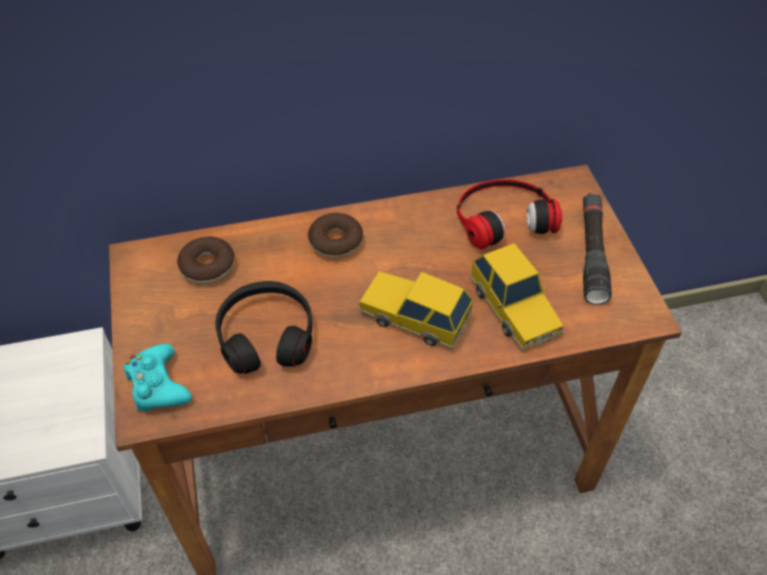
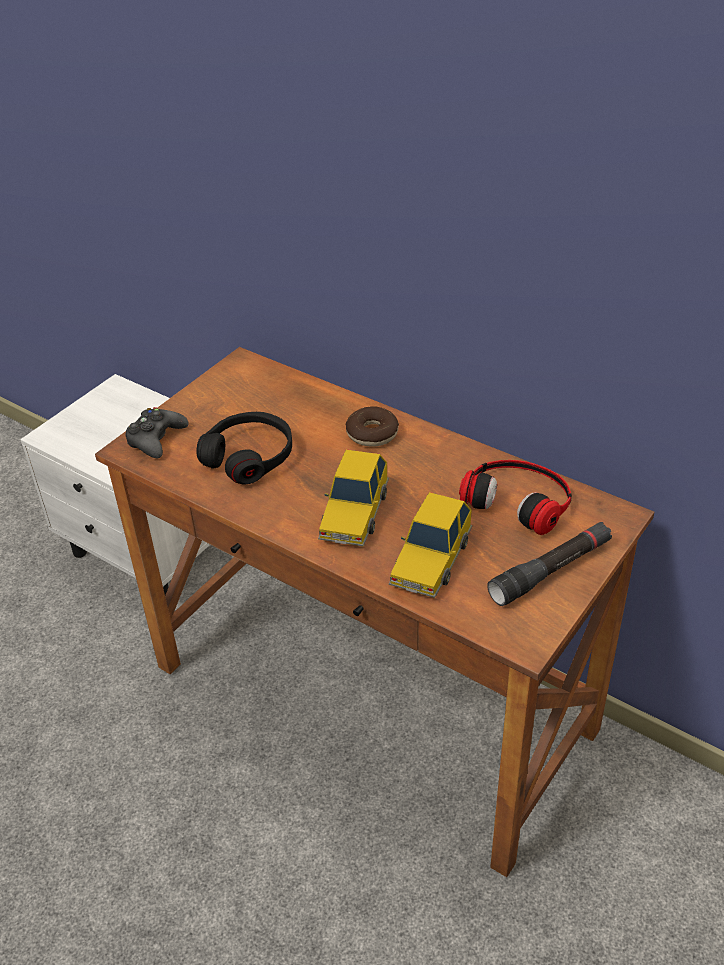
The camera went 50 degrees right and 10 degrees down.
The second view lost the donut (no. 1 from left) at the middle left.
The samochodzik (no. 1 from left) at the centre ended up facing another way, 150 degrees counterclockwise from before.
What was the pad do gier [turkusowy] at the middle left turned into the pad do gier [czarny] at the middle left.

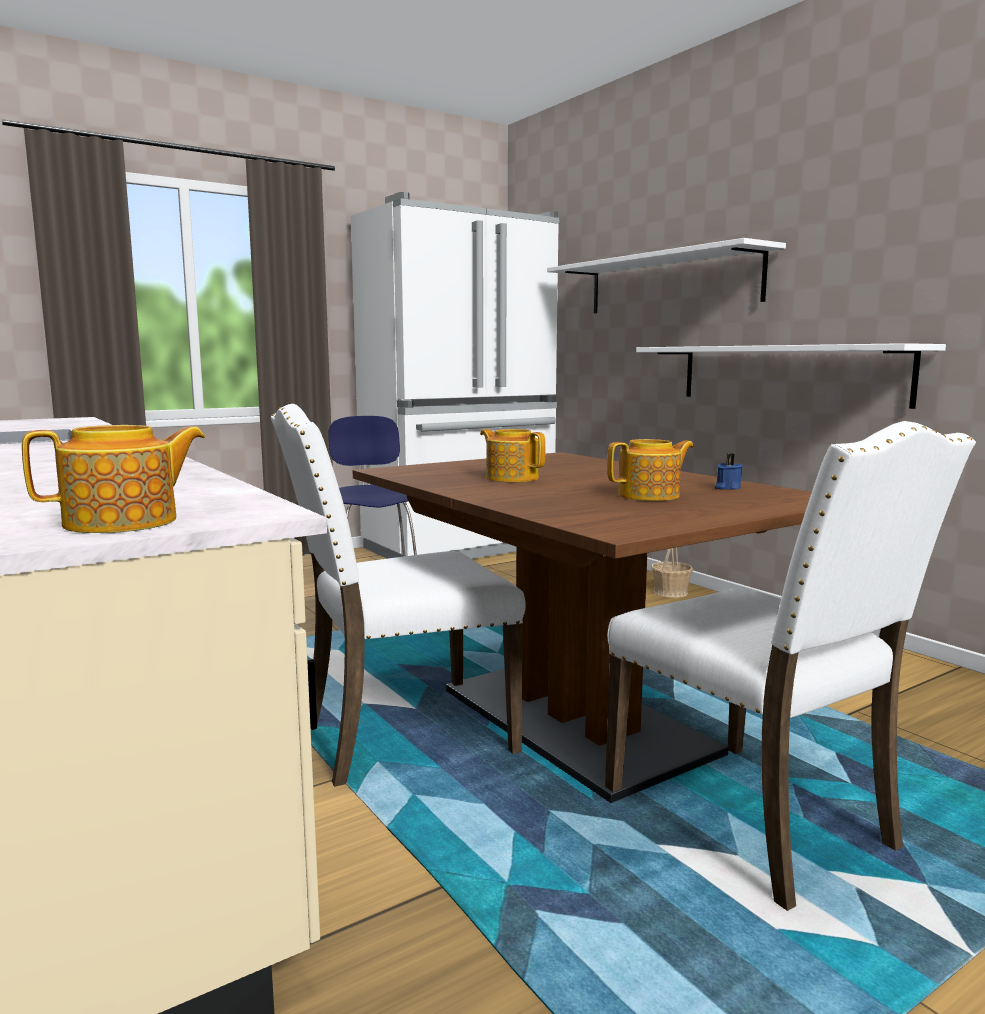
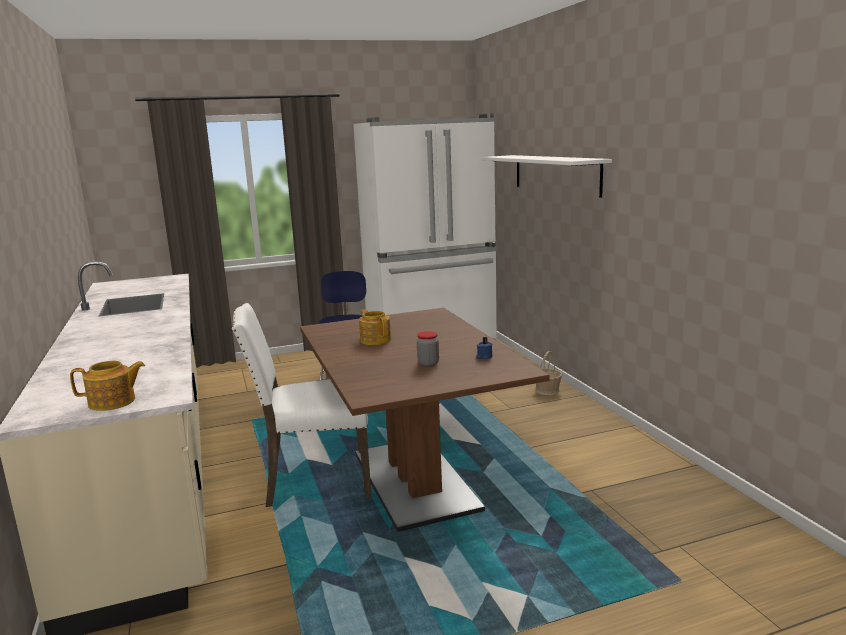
The camera went 15 degrees right and 5 degrees up.
The second view lost the półka [biały] (no. 2 from left) at the middle right.
The second view lost the krzesło [biały] (no. 2 from left) at the middle right.
Where the imbryk (no. 3 from left) stood at the centre, the słoik came to stand at the centre.

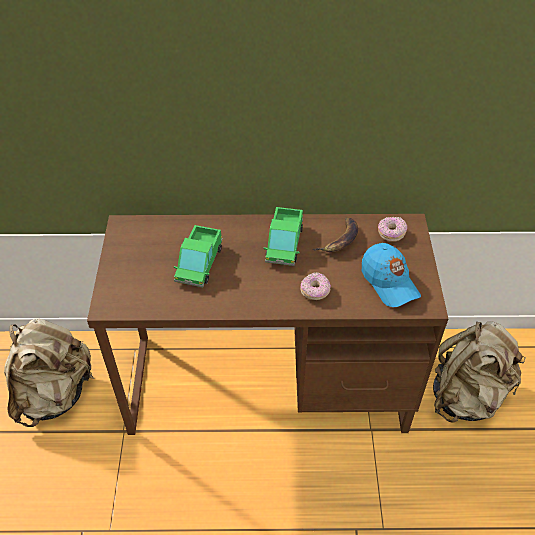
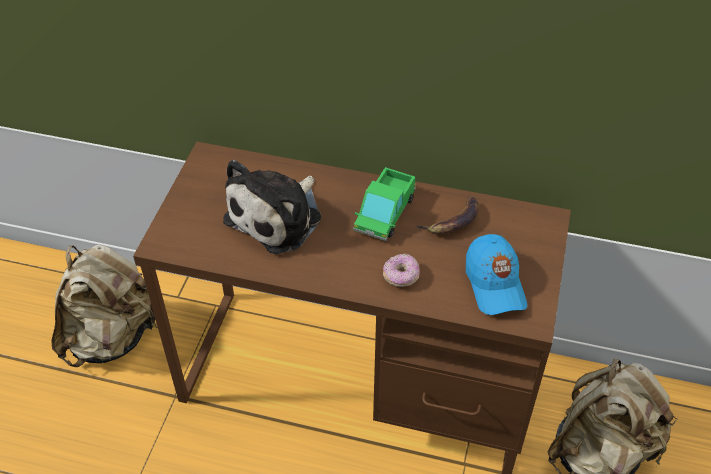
The camera went 15 degrees right and 0 degrees up.
The second view lost the donut (no. 2 from left) at the middle right.
Where the ciężarówka zabawkowa (no. 1 from left) stood at the centre, the pluszak came to stand at the centre.

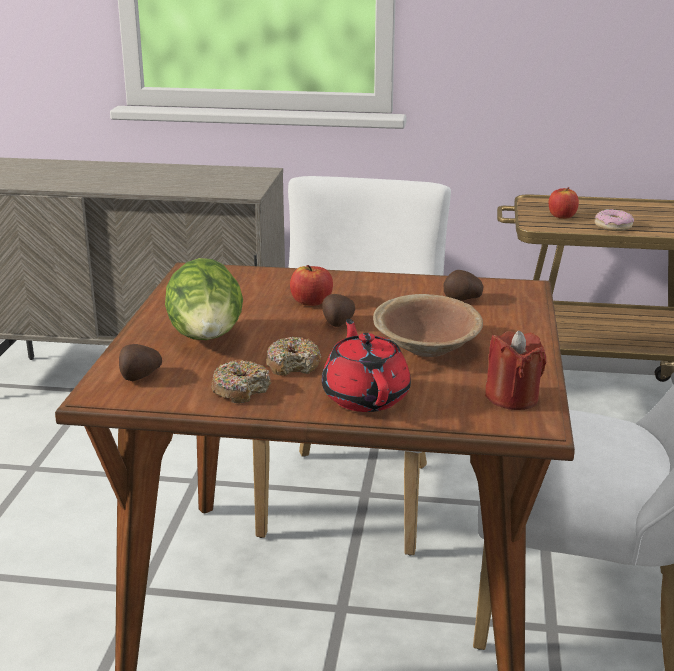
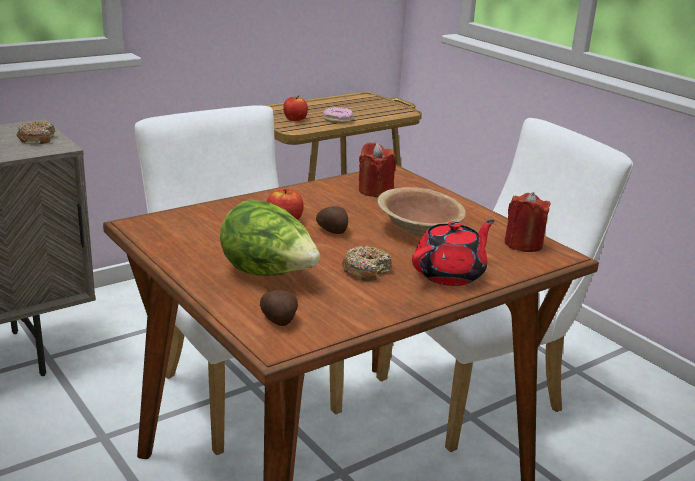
The camera went 45 degrees left and 0 degrees up.
Where the ziemniak (no. 3 from left) stood at the middle right, the świeca [czerwony] (no. 1 from left) came to stand at the centre.
The imbryk [czerwony] at the centre ended up facing another way, 105 degrees clockwise from before.
The donut (no. 1 from left) ended up elsewhere, having gone from the centre to the top left.

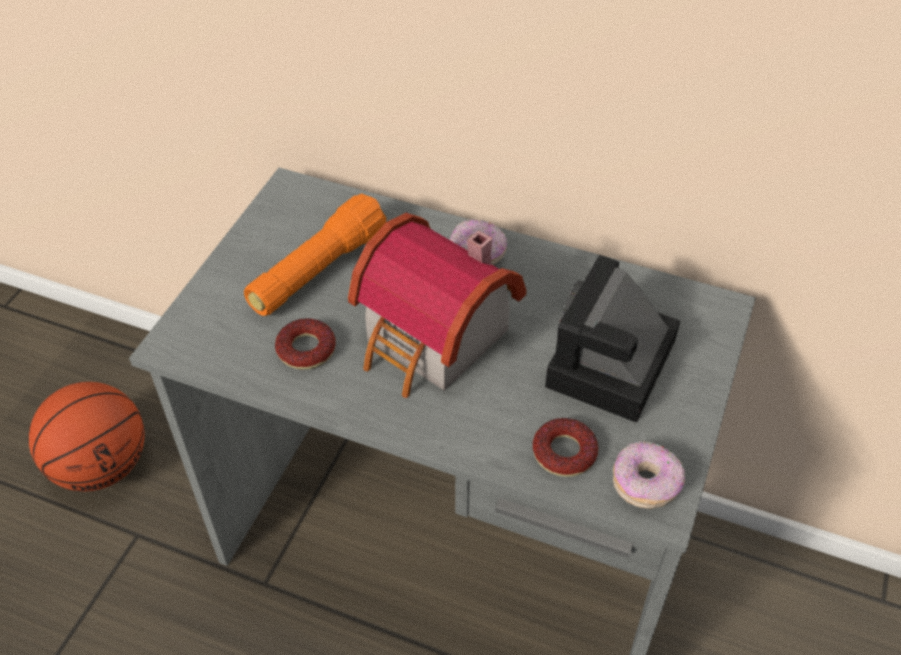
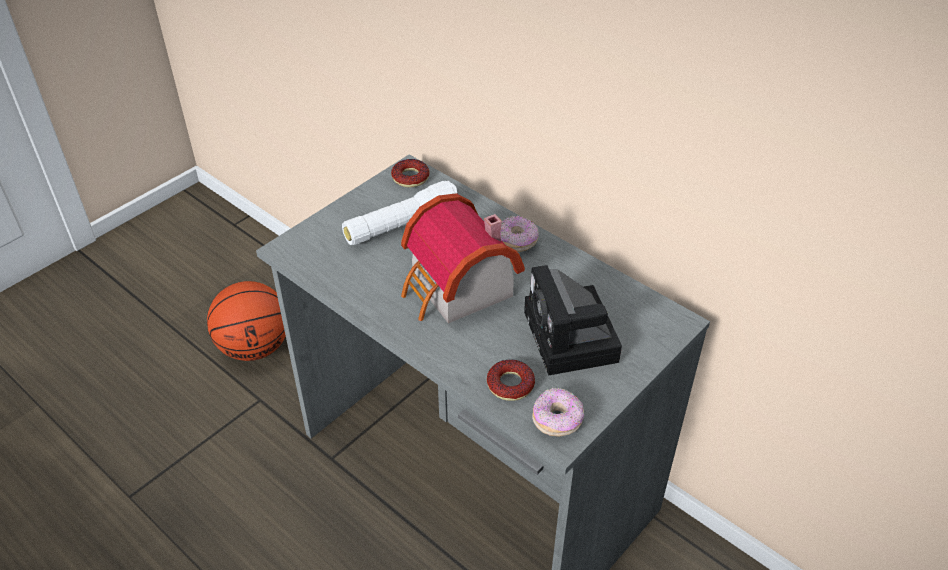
The camera went 20 degrees right and 5 degrees down.
What was the latarka [pomarańczowy] at the centre turned into the latarka [biały] at the centre.
The aparat fotograficzny at the middle right ended up facing another way, 60 degrees counterclockwise from before.
The donut (no. 1 from left) ended up elsewhere, having gone from the centre to the top centre.

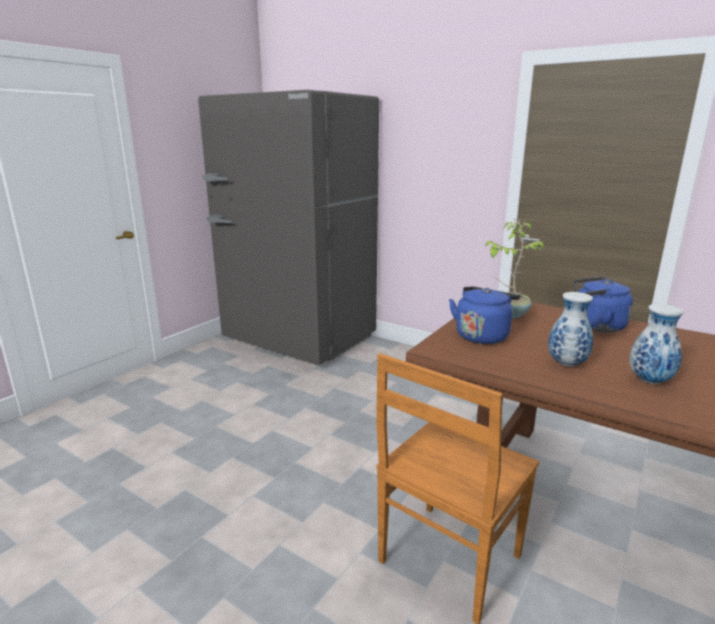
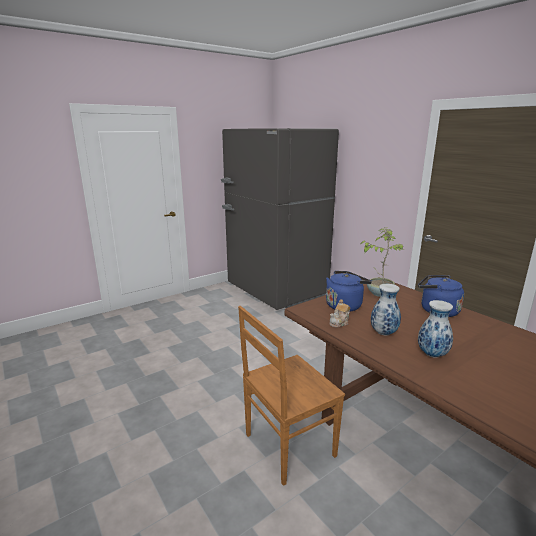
The camera went 20 degrees right and 0 degrees up.
The second view gained the imbryk at the centre.

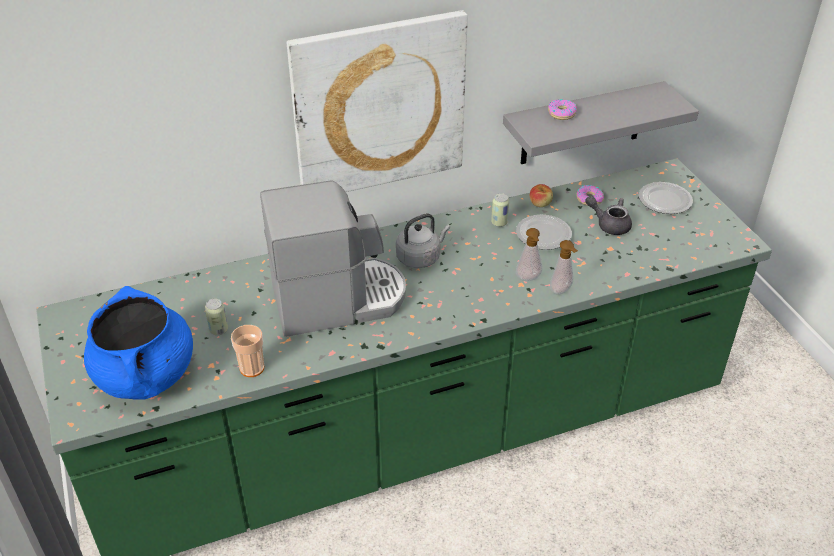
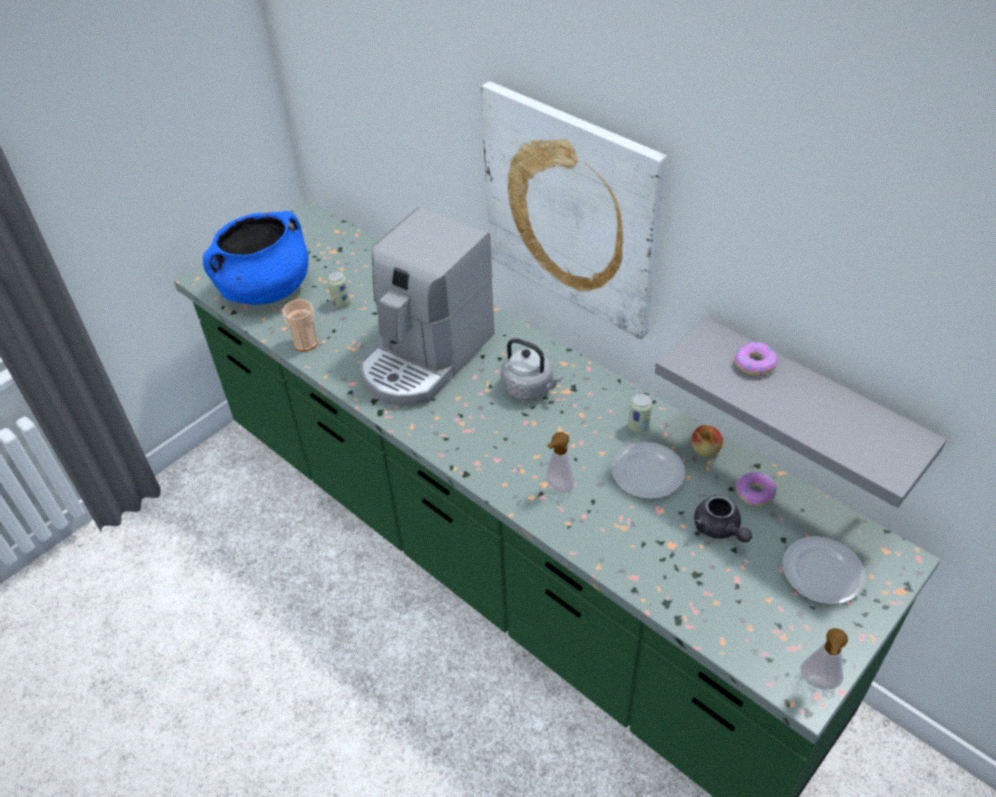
The camera went 65 degrees right and 5 degrees up.
The ekspres do kawy at the centre ended up facing another way, 75 degrees clockwise from before.
The imbryk [szary] at the middle right ended up facing another way, 150 degrees clockwise from before.
The dozownik mydła (no. 2 from left) ended up elsewhere, having gone from the middle right to the bottom right.

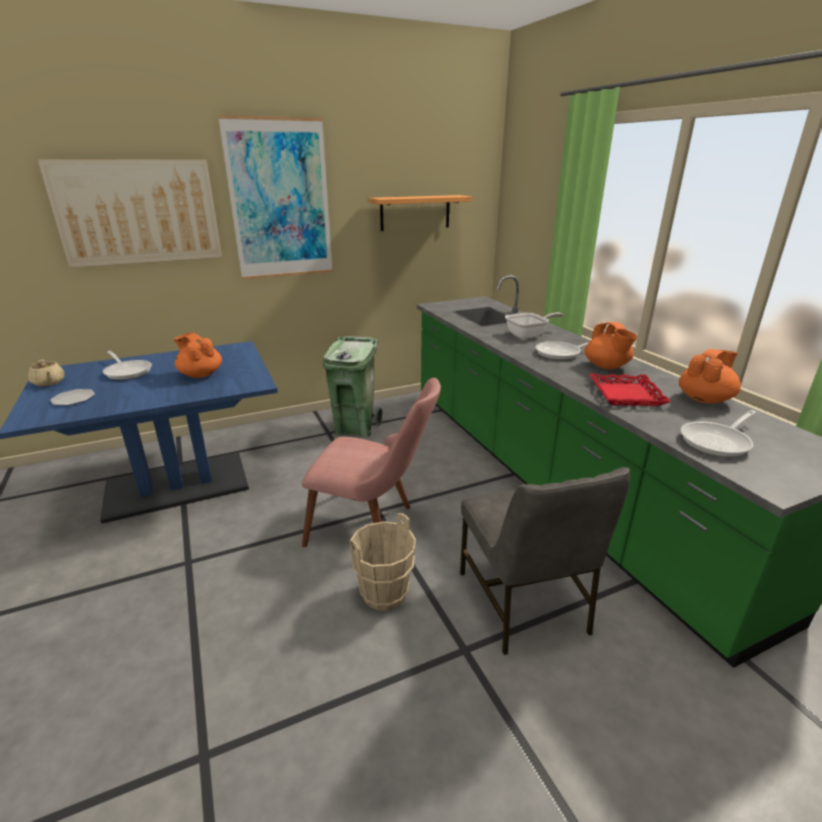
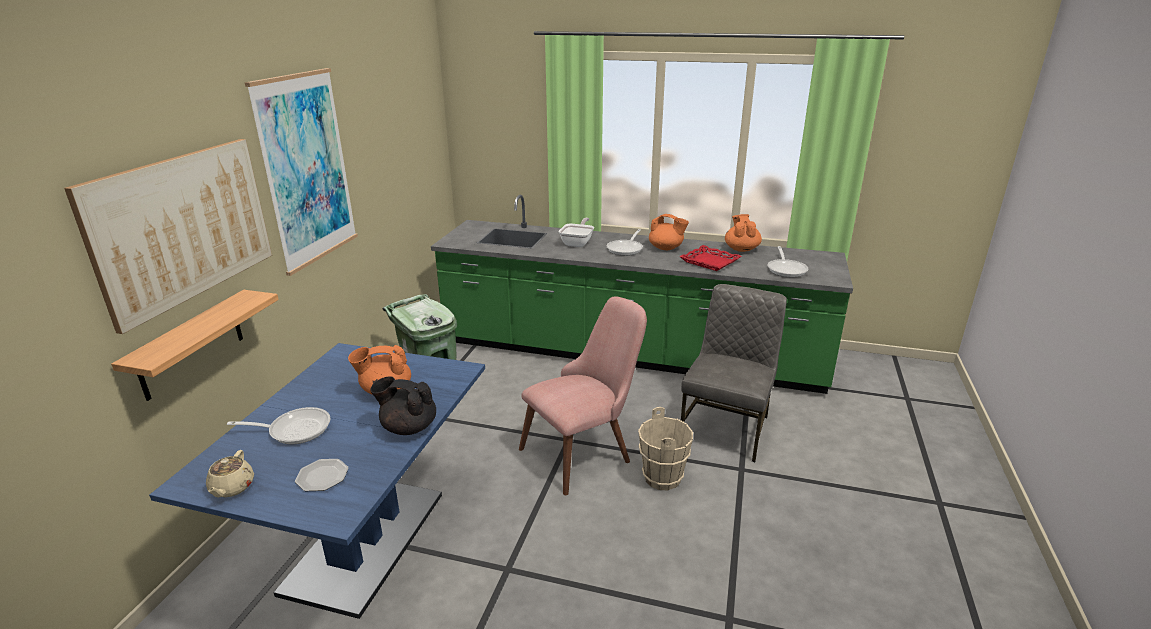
The camera went 50 degrees left and 0 degrees up.
The półka ended up elsewhere, having gone from the top centre to the middle left.
The imbryk [beżowy] at the middle left ended up facing another way, 90 degrees clockwise from before.
The krzesło [szary] at the bottom centre ended up facing another way, 90 degrees counterclockwise from before.
The second view gained the imbryk [czarny] at the centre.

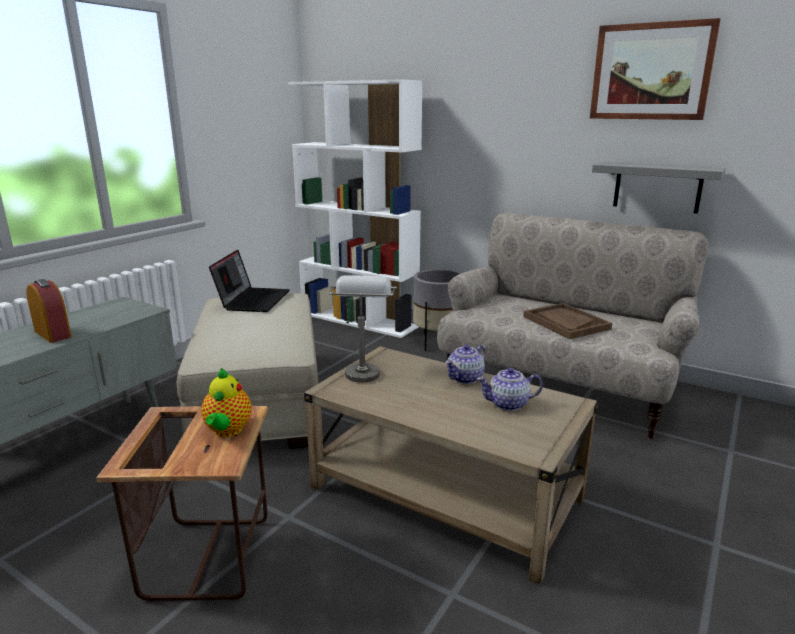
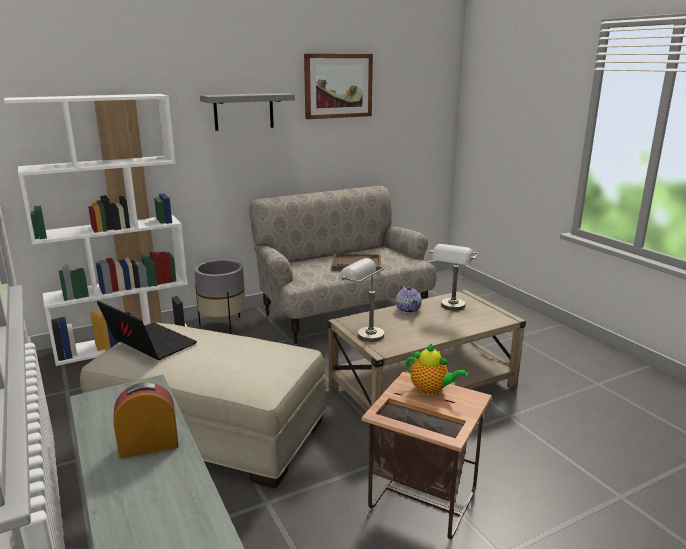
The camera went 60 degrees left and 0 degrees up.
The półka [szary] ended up elsewhere, having gone from the top right to the top centre.
Where the imbryk (no. 3 from left) stood at the centre, the lampa stołowa [szary] (no. 2 from left) came to stand at the centre.

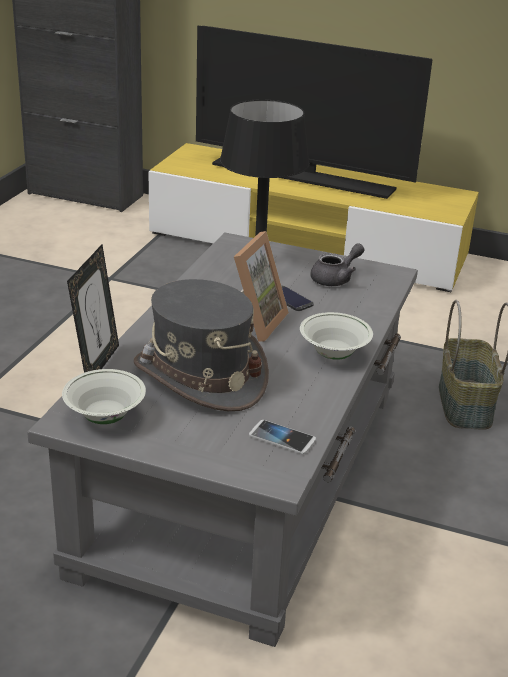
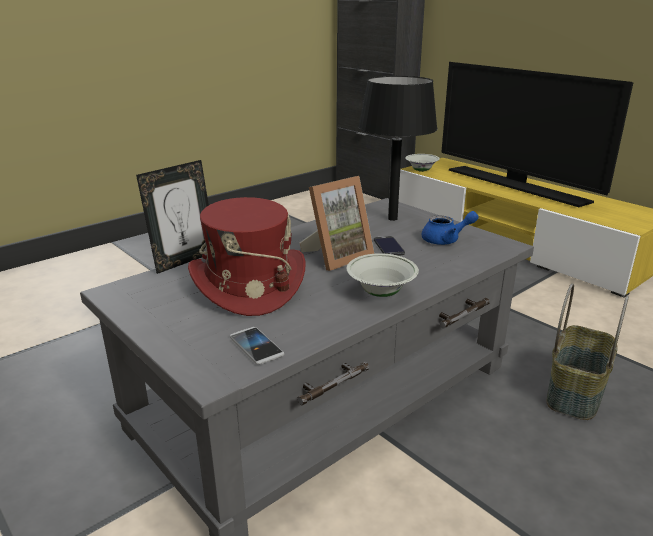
The camera went 30 degrees right and 5 degrees down.
What was the imbryk [szary] at the centre turned into the imbryk [niebieski] at the middle right.
What was the kapelusz [szary] at the centre turned into the kapelusz [czerwony] at the centre.
The miska [biały] (no. 1 from left in the first image) ended up elsewhere, having gone from the middle left to the top centre.

